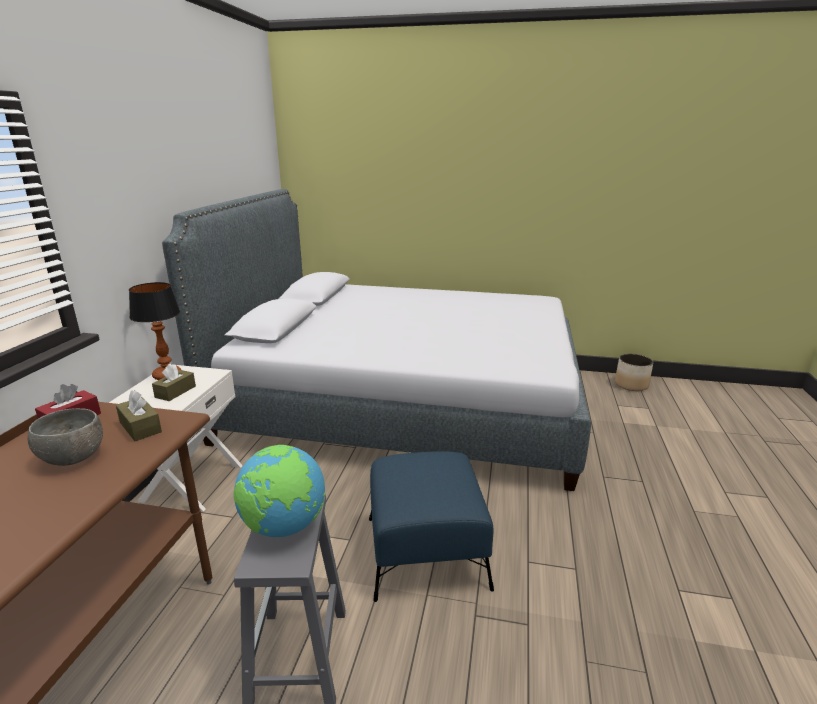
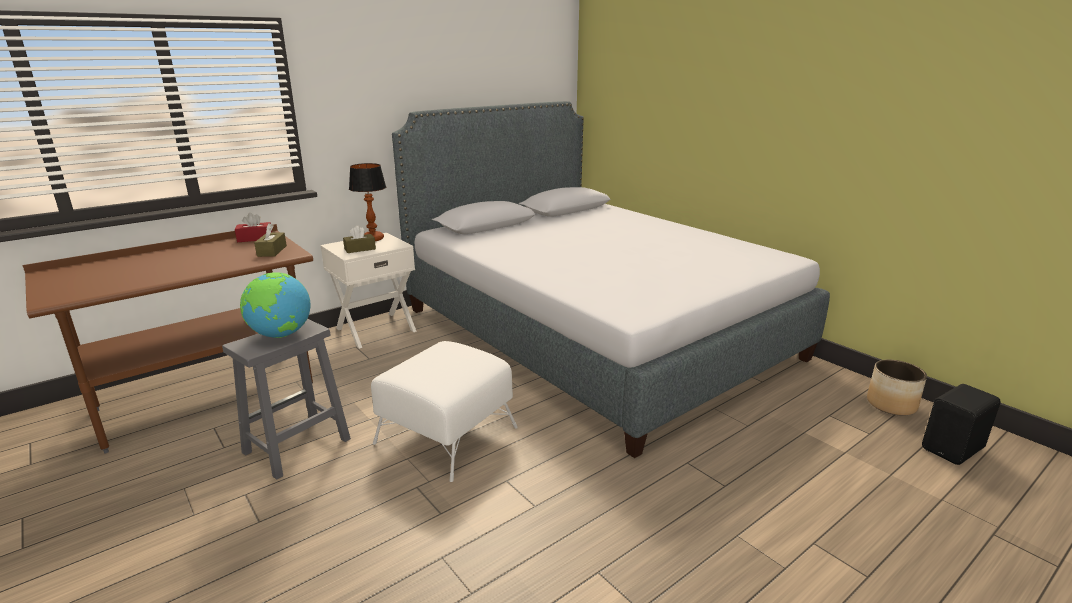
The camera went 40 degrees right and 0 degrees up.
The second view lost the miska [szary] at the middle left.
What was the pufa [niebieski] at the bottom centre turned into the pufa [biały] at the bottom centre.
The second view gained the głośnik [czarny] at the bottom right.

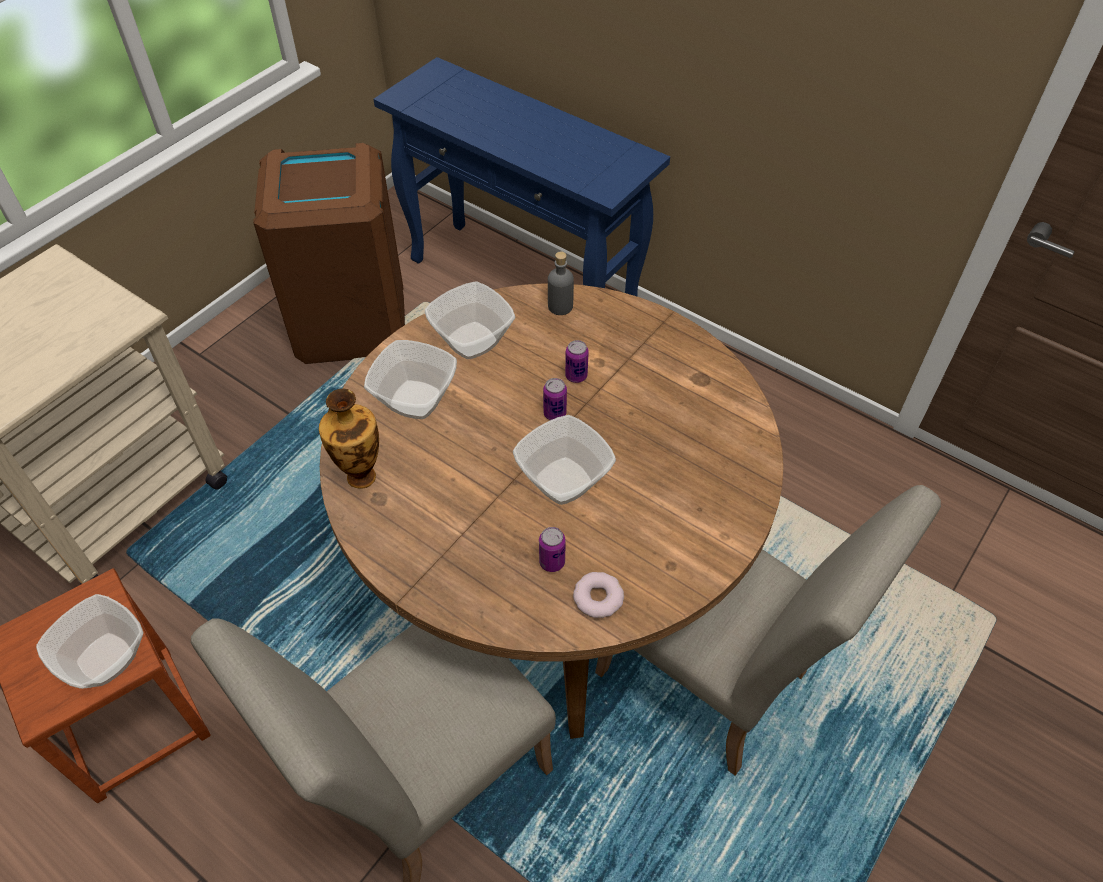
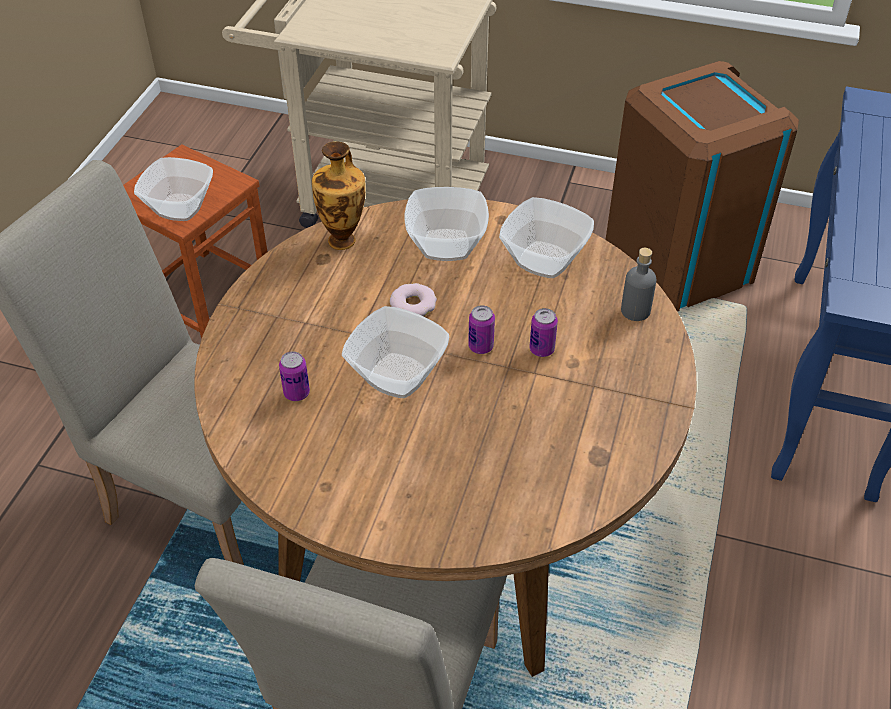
The camera went 70 degrees right and 5 degrees down.
The donut ended up elsewhere, having gone from the bottom centre to the centre.

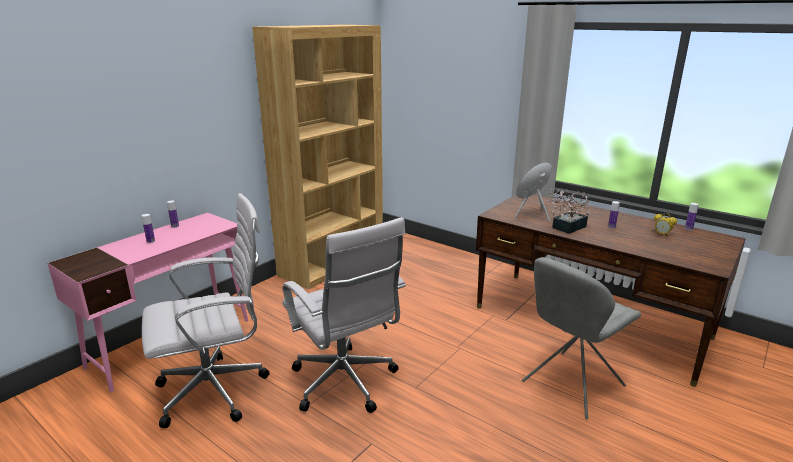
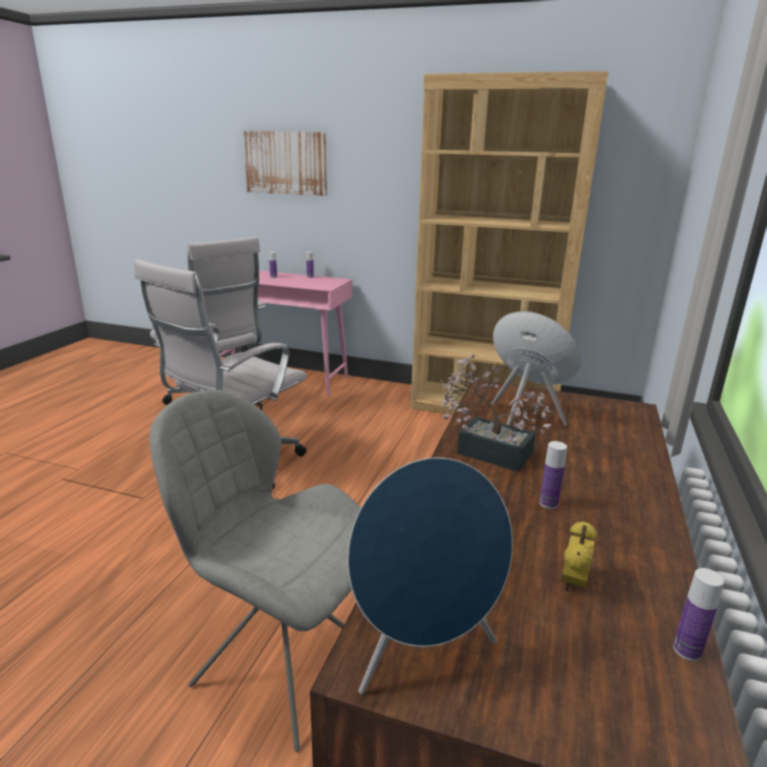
The camera went 70 degrees right and 0 degrees up.
The second view gained the obraz at the top centre.
The second view gained the głośnik [niebieski] (no. 1 from left) at the bottom centre.

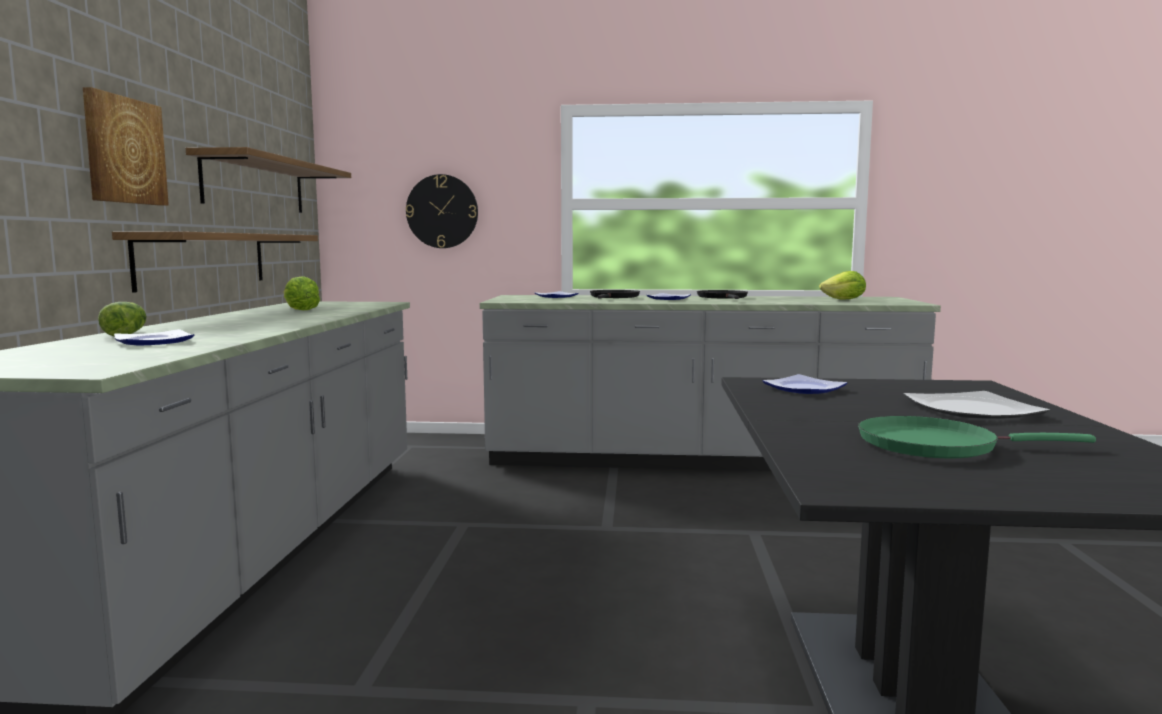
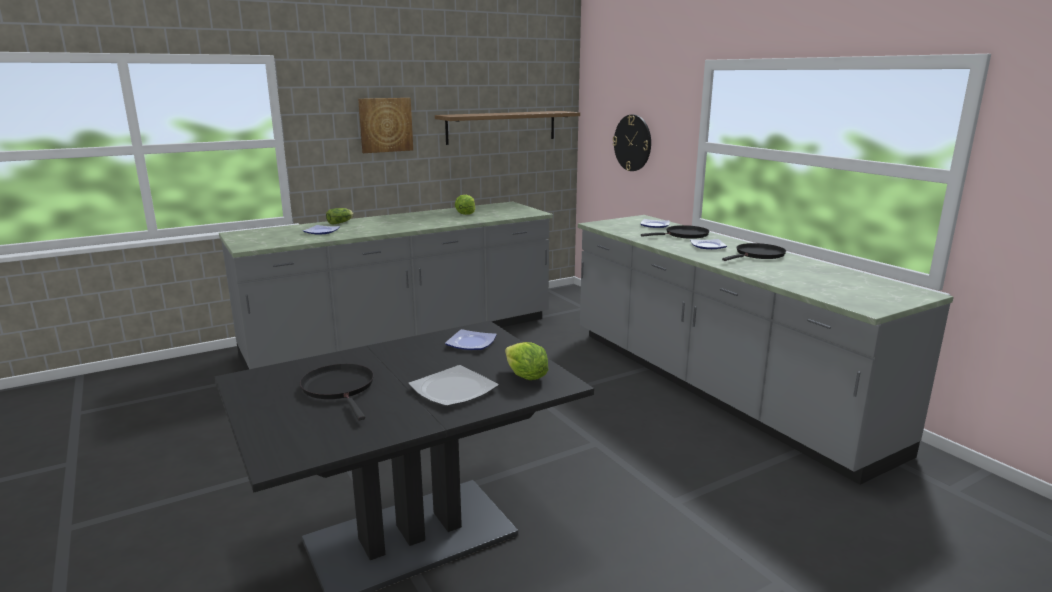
The camera went 55 degrees right and 10 degrees up.
The second view lost the półka (no. 1 from left) at the middle left.
The sałata (no. 3 from left) ended up elsewhere, having gone from the middle right to the centre.
What was the patelnia [zielony] at the middle right turned into the patelnia [czarny] (no. 1 from left) at the middle left.

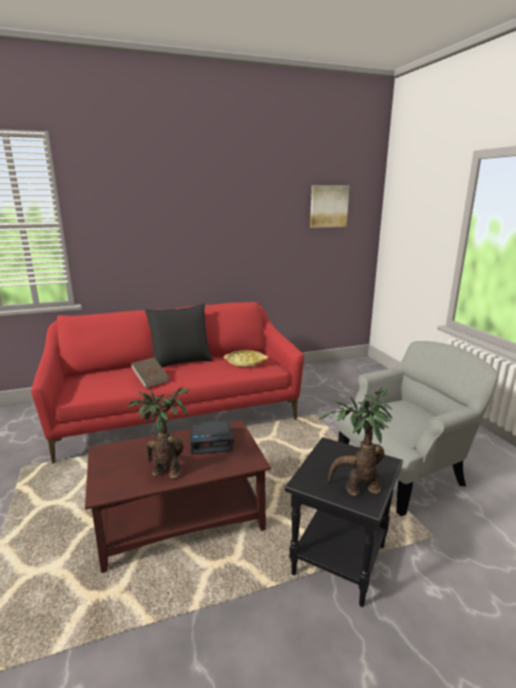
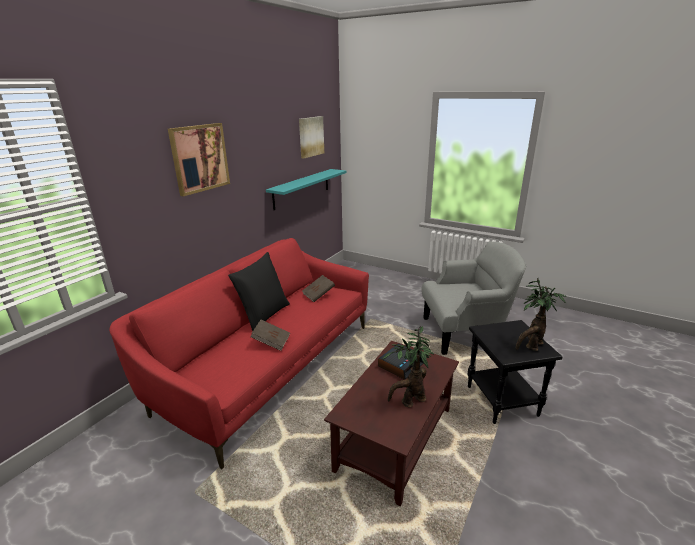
The camera went 40 degrees left and 5 degrees up.
The fotel [szary] at the middle right ended up facing another way, 60 degrees clockwise from before.
Where the taca [żółty] stood at the centre, the książka [brązowy] (no. 2 from left) came to stand at the centre.
The second view gained the obraz (no. 1 from left) at the top left.
The second view gained the półka [turkusowy] at the centre.

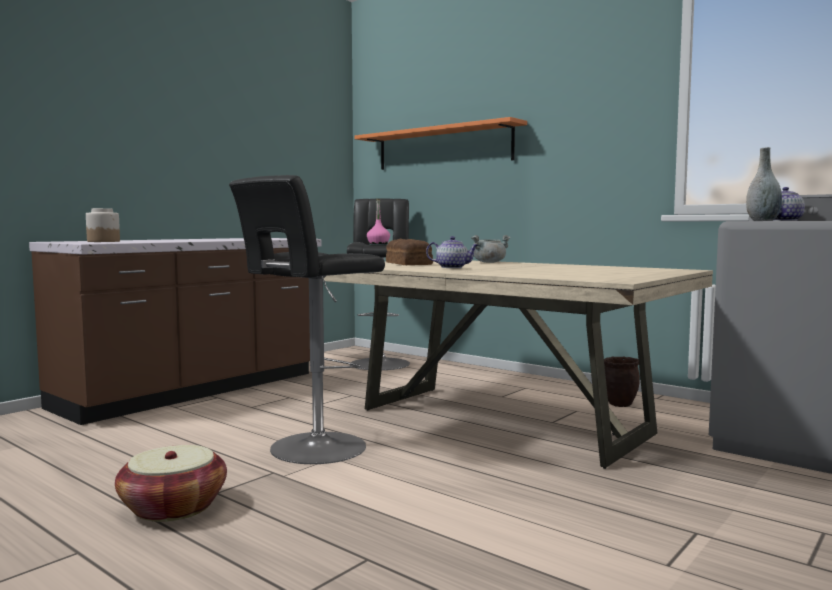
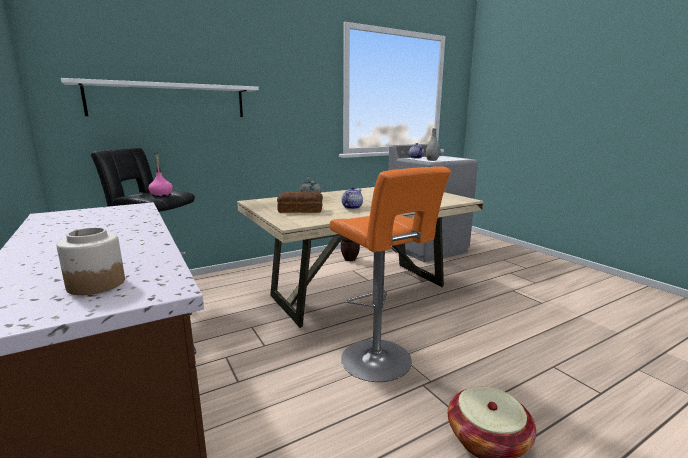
The camera went 70 degrees left and 10 degrees up.
What was the półka [pomarańczowy] at the top centre turned into the półka [biały] at the top left.
What was the stołek [czarny] (no. 1 from left) at the centre turned into the stołek [pomarańczowy] at the centre.

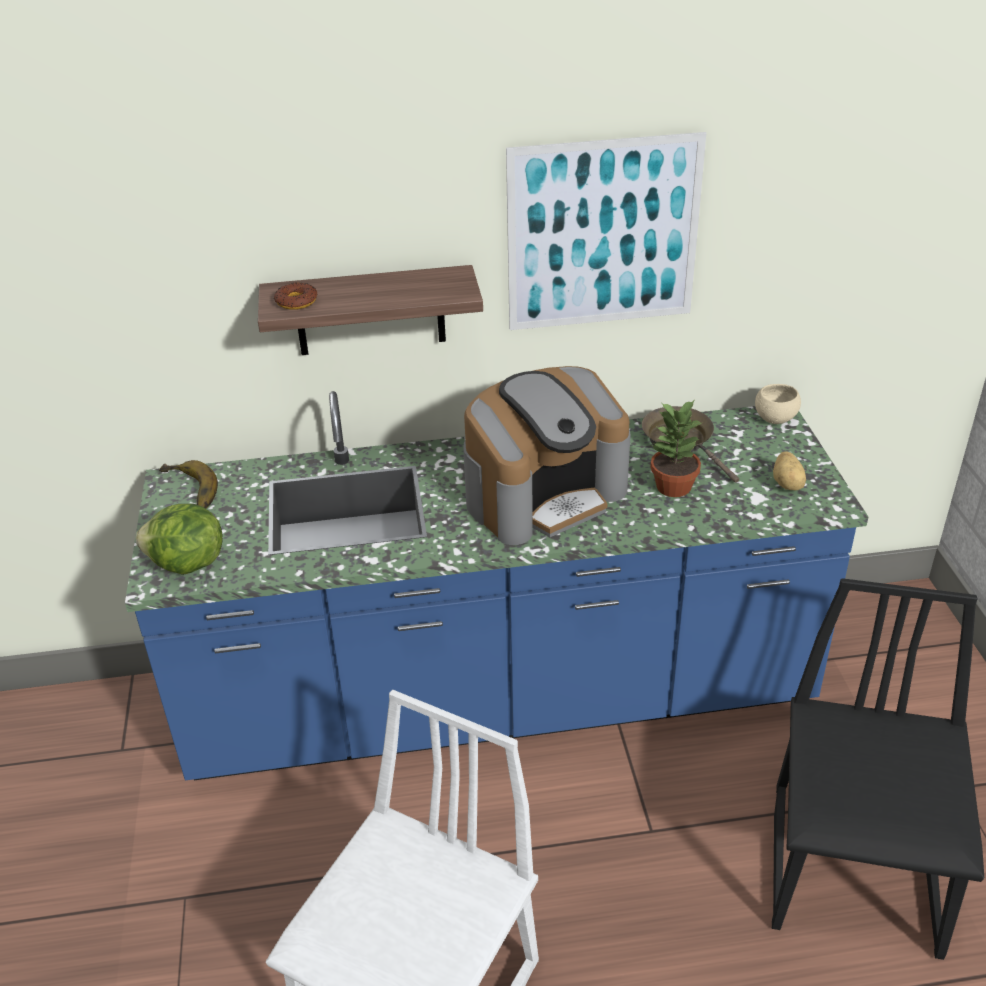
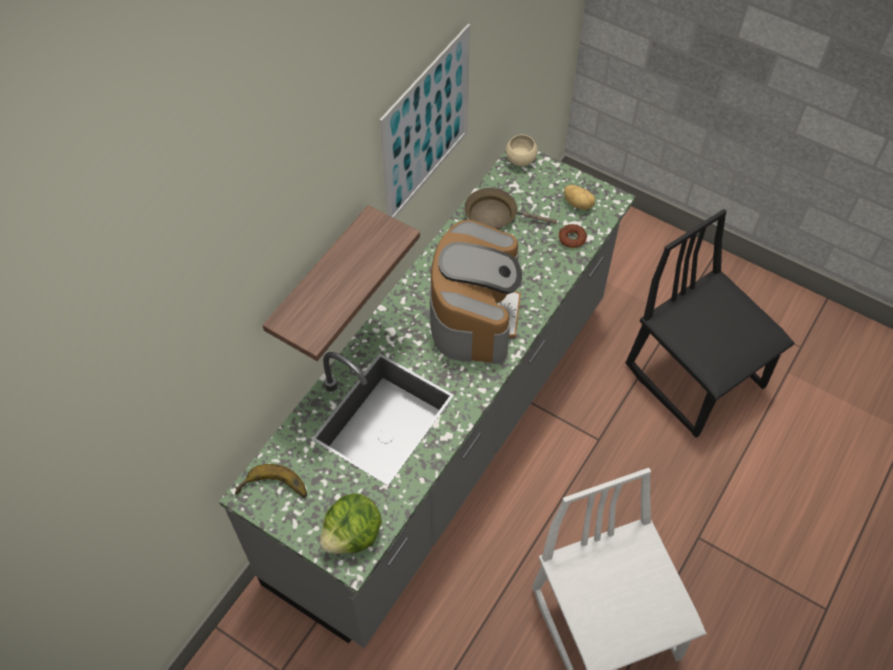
The camera went 50 degrees left and 20 degrees up.
The donut ended up elsewhere, having gone from the top left to the centre.
What was the zabudowa kuchenna [niebieski] at the centre turned into the zabudowa kuchenna [szary] at the centre.
The second view lost the roślina doniczkowa at the middle right.

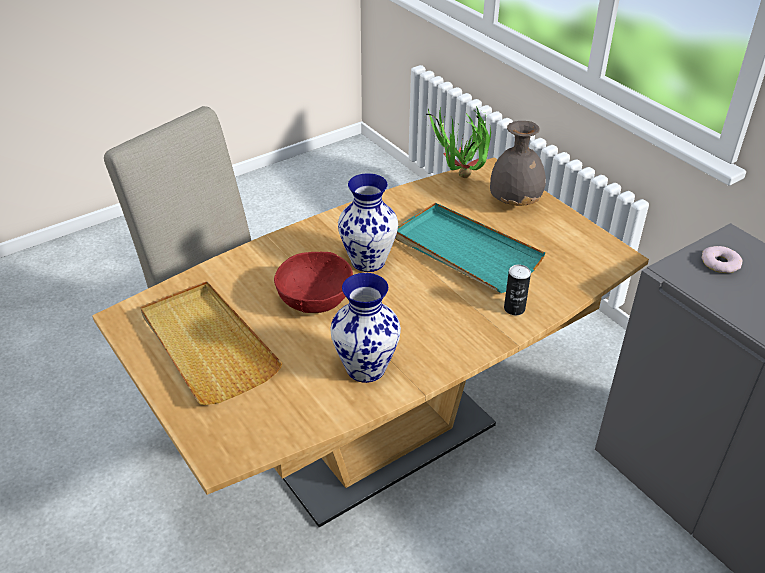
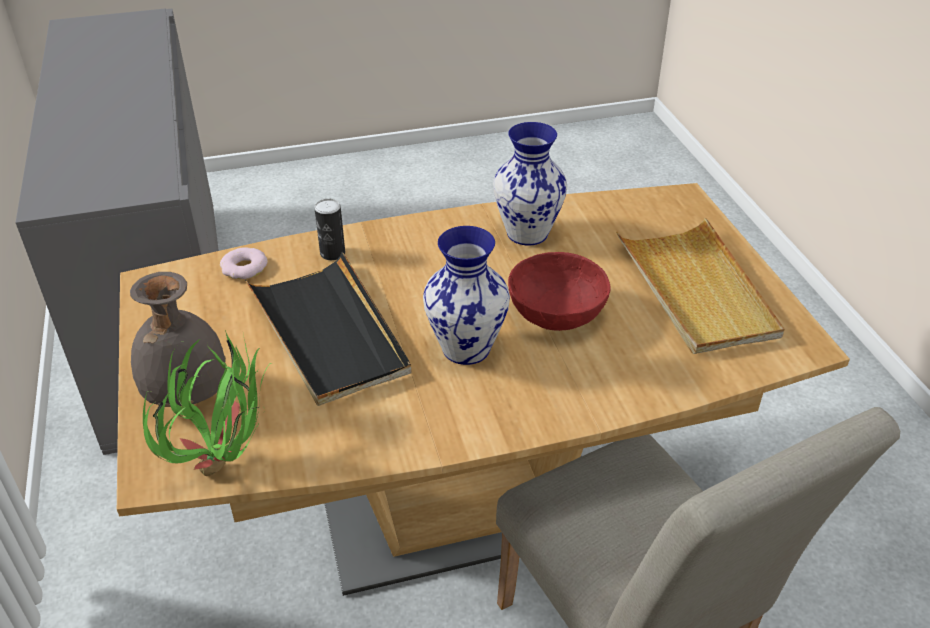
The camera went 160 degrees left and 0 degrees up.
What was the taca [turkusowy] at the centre turned into the taca [czarny] at the centre.
The donut ended up elsewhere, having gone from the middle right to the middle left.

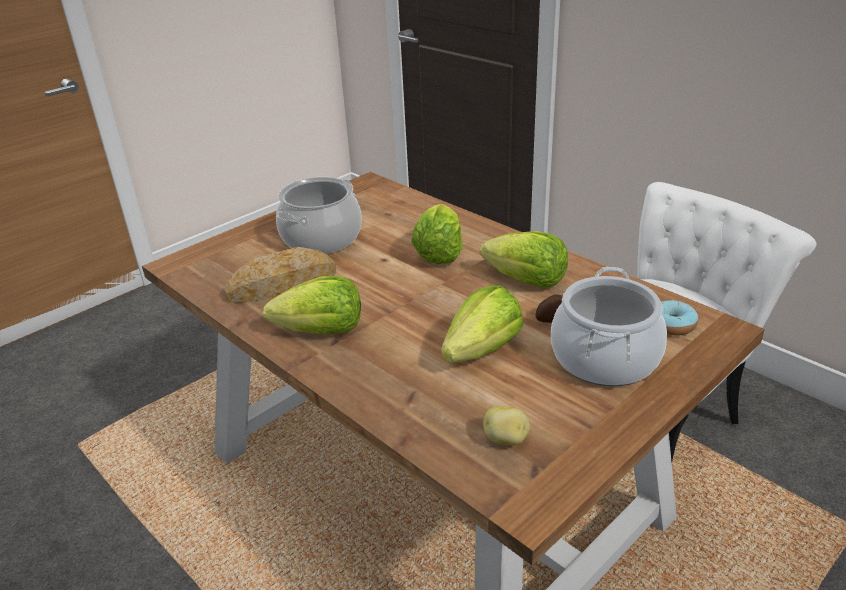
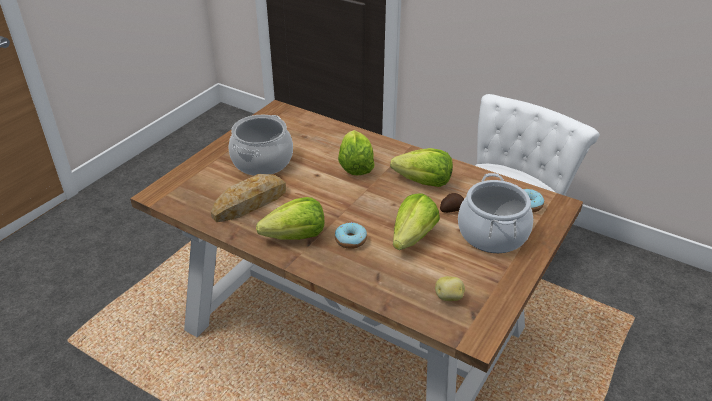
The camera went 15 degrees left and 5 degrees up.
The second view gained the donut (no. 1 from left) at the centre.

